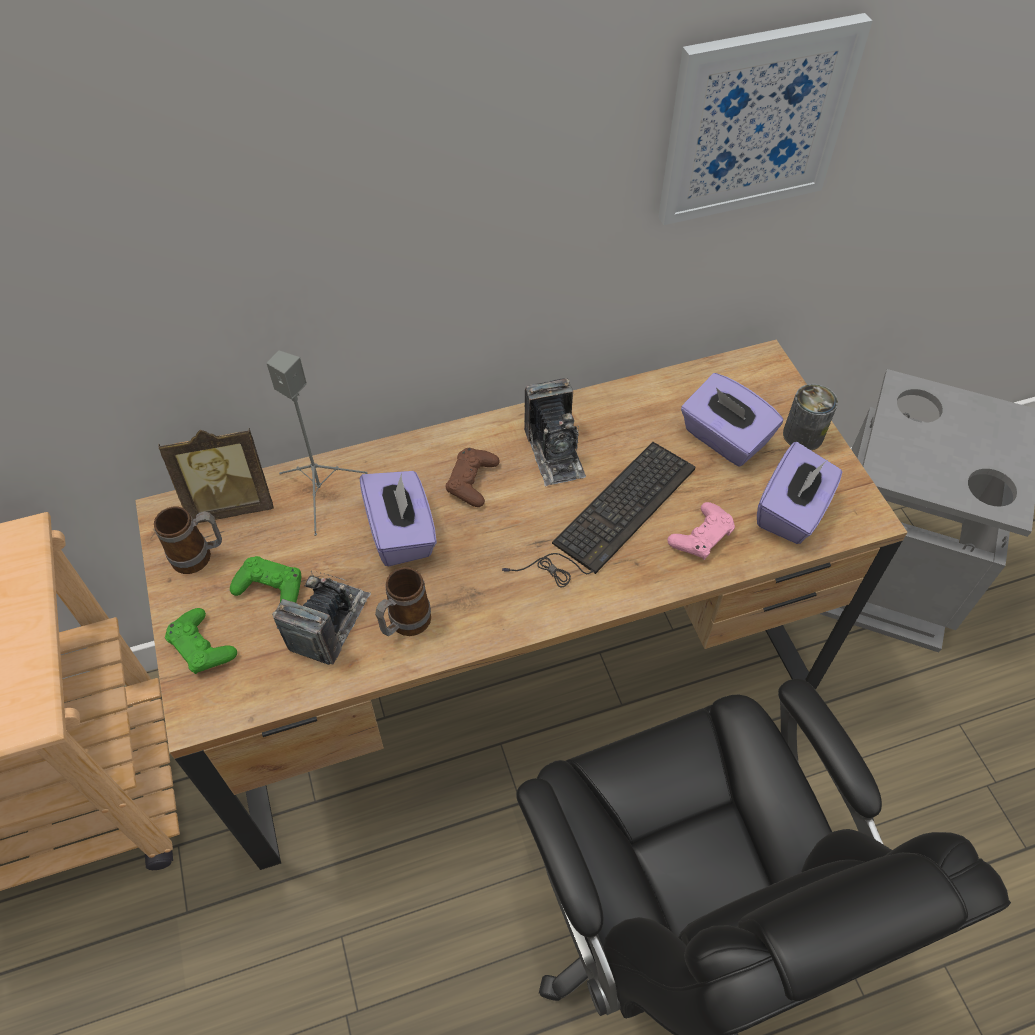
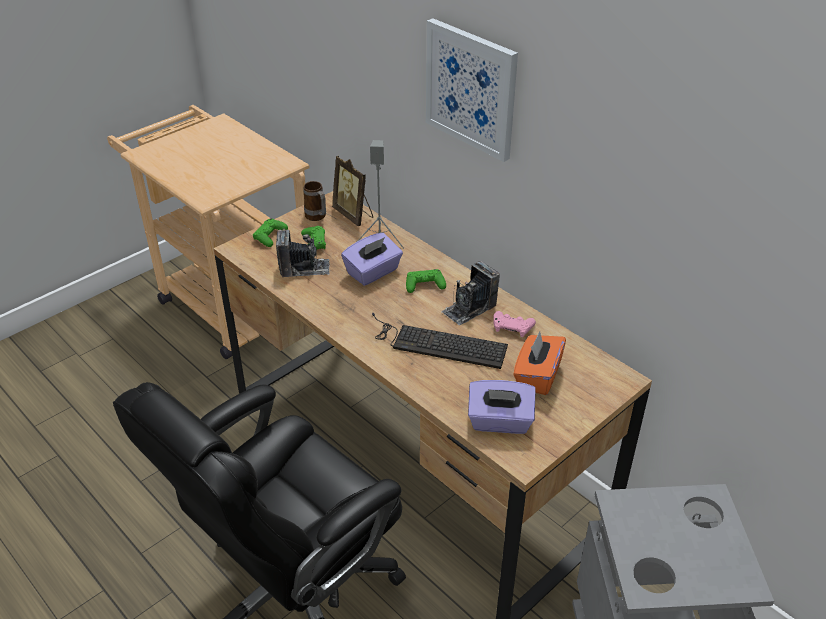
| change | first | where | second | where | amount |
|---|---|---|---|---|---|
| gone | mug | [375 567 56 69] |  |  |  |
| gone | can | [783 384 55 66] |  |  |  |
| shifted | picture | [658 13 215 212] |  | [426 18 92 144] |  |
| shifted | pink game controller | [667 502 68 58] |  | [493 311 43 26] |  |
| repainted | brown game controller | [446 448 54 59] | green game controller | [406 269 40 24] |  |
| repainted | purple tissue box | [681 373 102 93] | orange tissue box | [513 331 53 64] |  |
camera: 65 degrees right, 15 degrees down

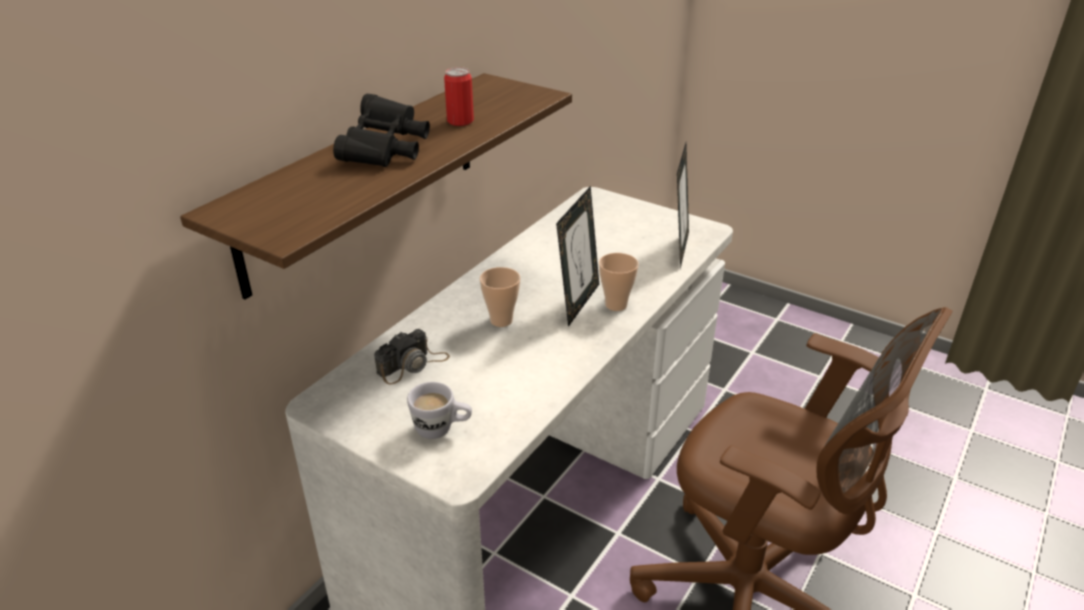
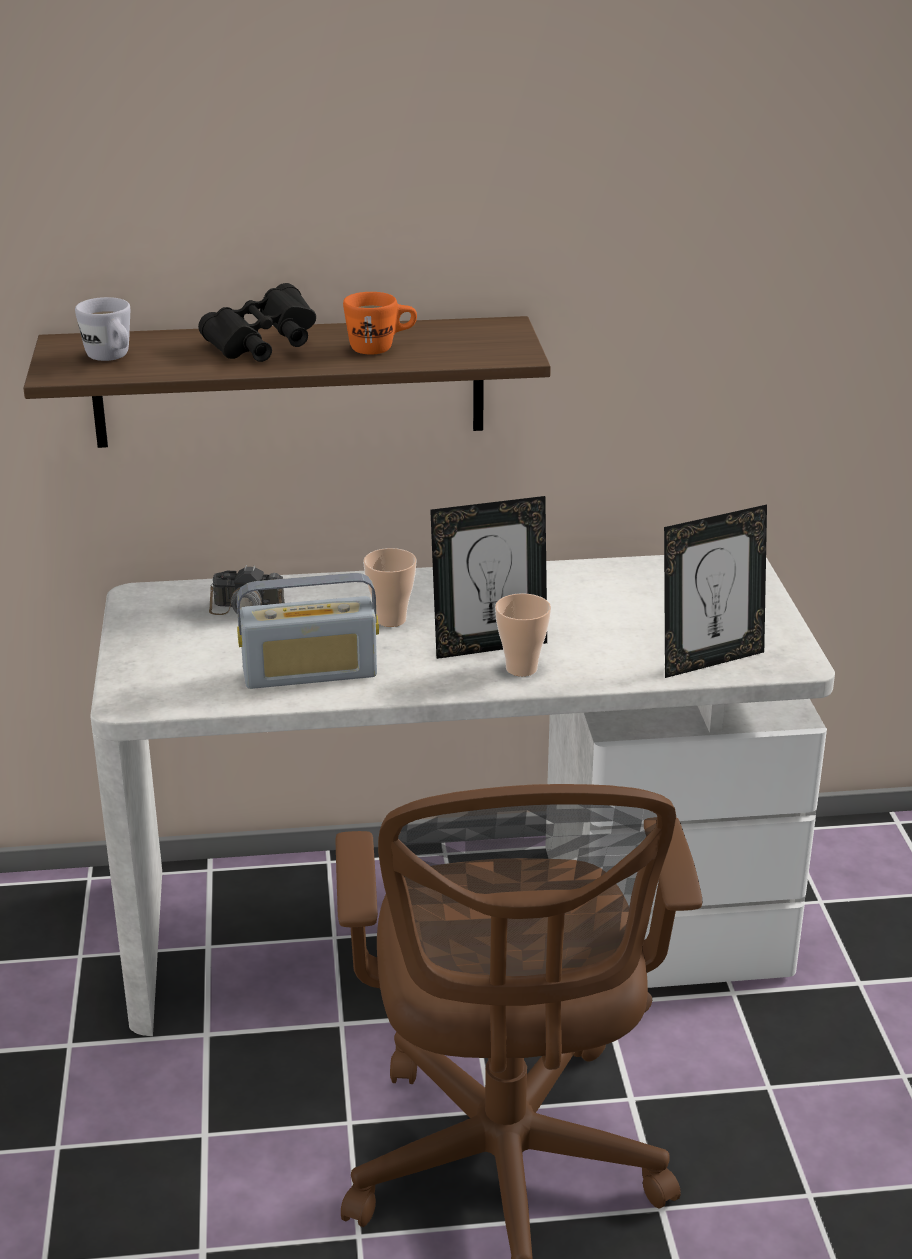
| change | first | where | second | where | amount |
|---|---|---|---|---|---|
| new |  |  | radio | [237 573 142 116] |  |
| shifted | white mug | [407 382 65 57] |  | [75 297 55 64] |  |
| swapped | can | [444 67 30 59] | orange mug | [343 292 74 63] |  |
camera: 50 degrees right, 5 degrees down

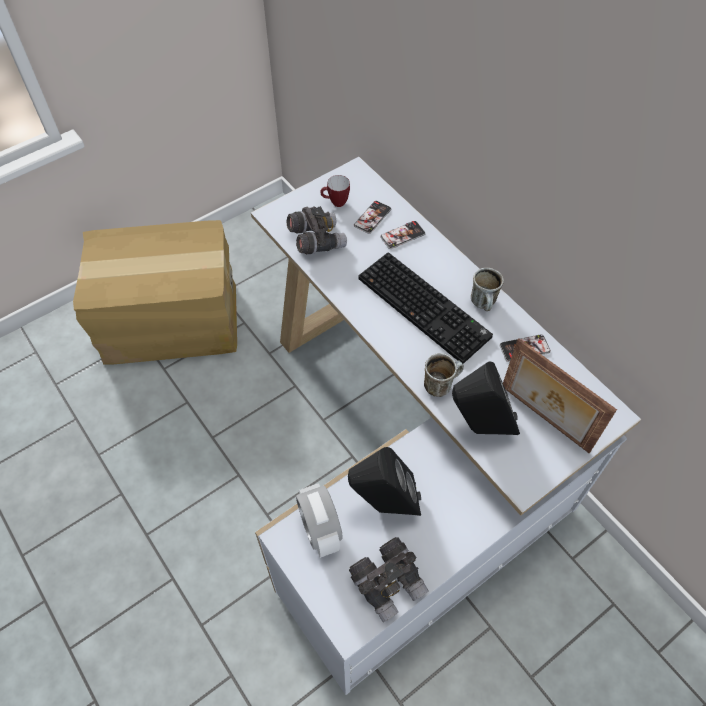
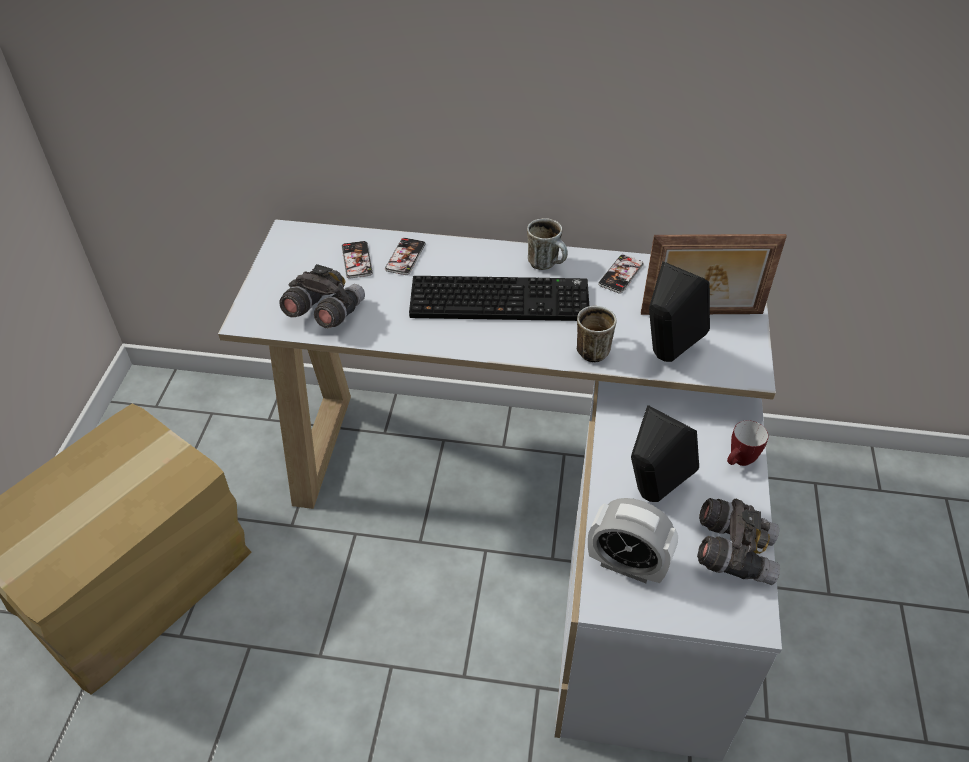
| change | first | where | second | where | amount |
|---|---|---|---|---|---|
| shifted | mug | [320 175 30 32] |  | [727 420 41 46] |  |
camera: 45 degrees left, 10 degrees down

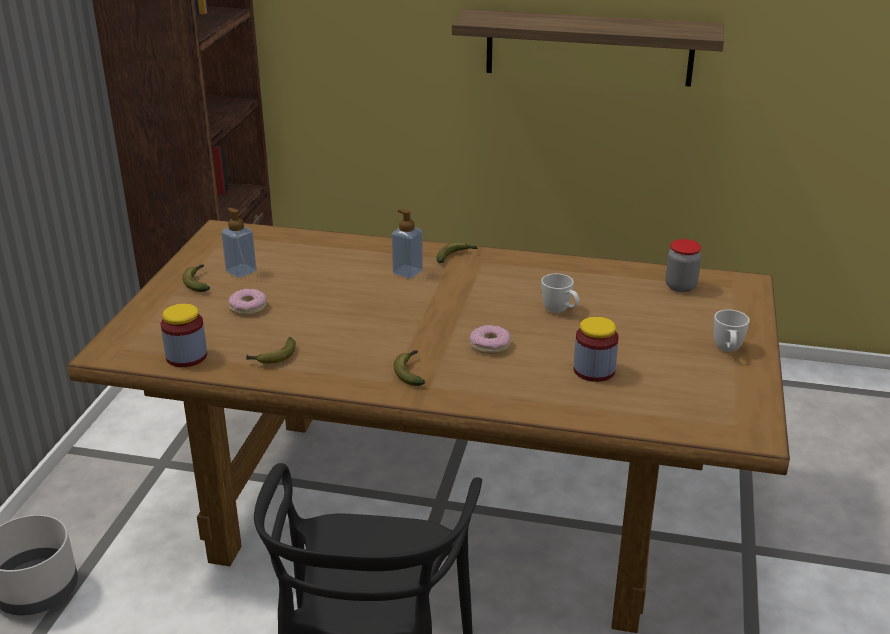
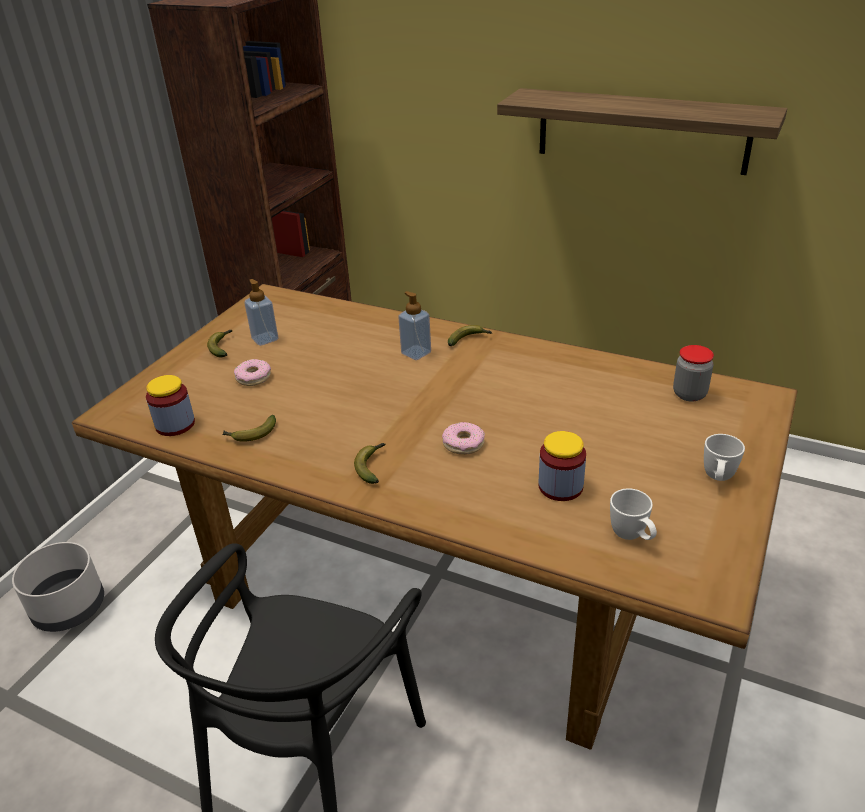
| change | first | where | second | where | amount |
|---|---|---|---|---|---|
| shifted | white mug | [541 273 38 40] |  | [610 488 47 52] |  |
camera: 15 degrees right, 5 degrees up

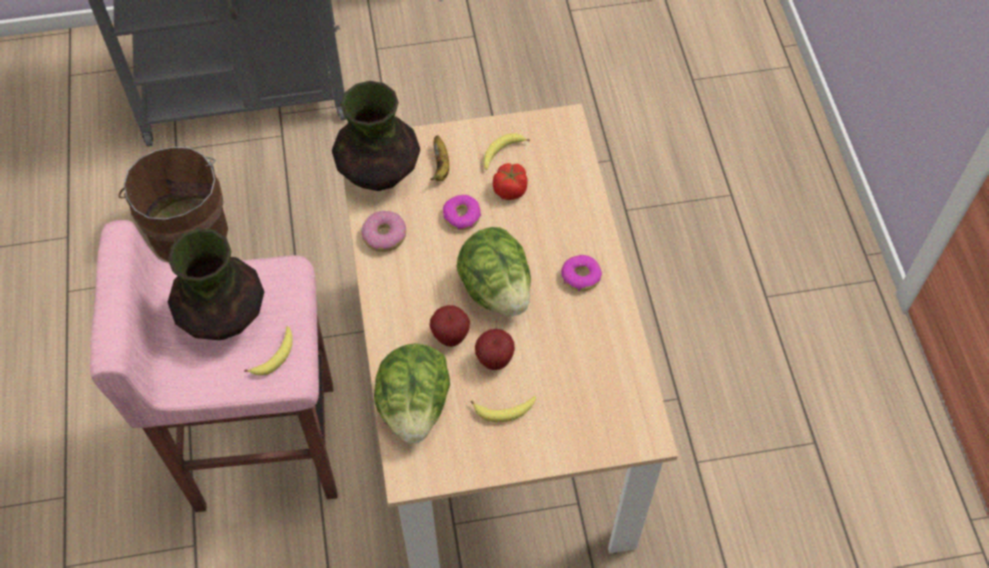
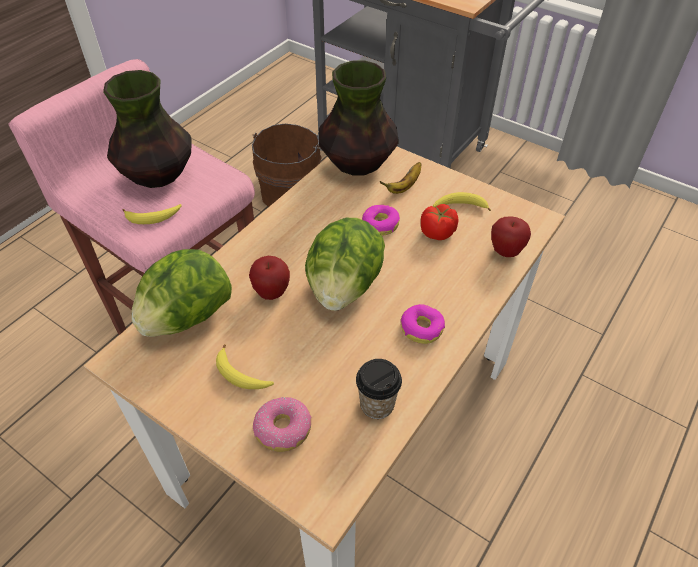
| change | first | where | second | where | amount |
|---|---|---|---|---|---|
| new |  |  | cup | [356 359 46 60] |  |
| shifted | donut | [362 211 44 41] |  | [253 397 59 55] |  |
| shifted | apple | [475 329 40 41] |  | [491 216 40 41] |  |
camera: 45 degrees right, 10 degrees down

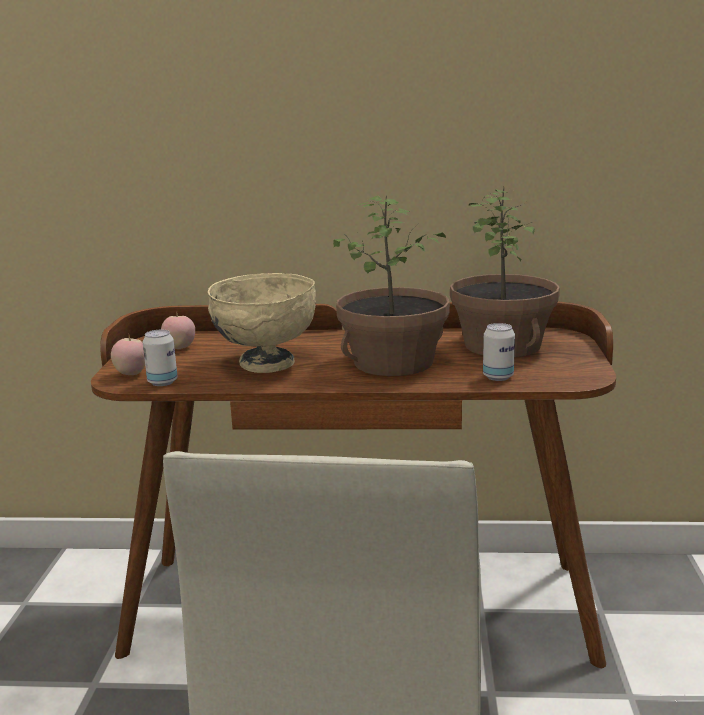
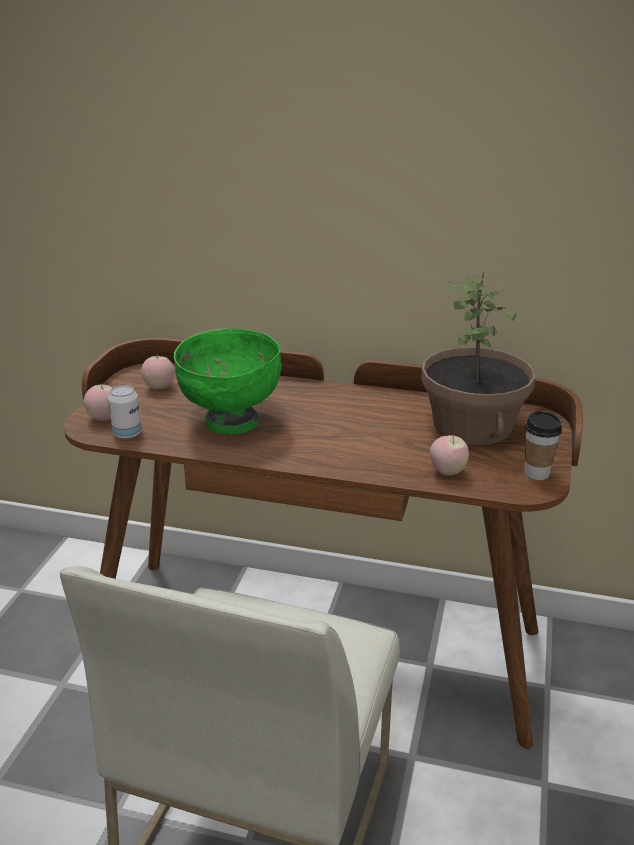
| change | first | where | second | where | amount |
|---|---|---|---|---|---|
| gone | potted plant | [333 195 117 181] |  |  |  |
| new |  |  | cup | [524 411 38 69] |  |
| swapped | can | [483 323 32 58] | apple | [430 435 39 41] |  |
| repainted | beige bowl | [208 273 108 100] | green bowl | [174 328 108 106] |  |
camera: 10 degrees right, 10 degrees up

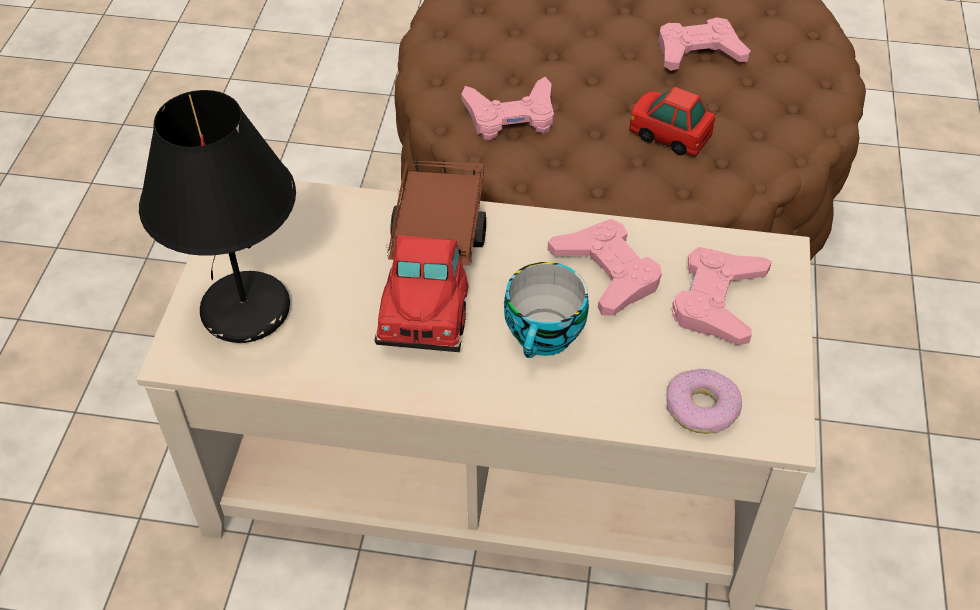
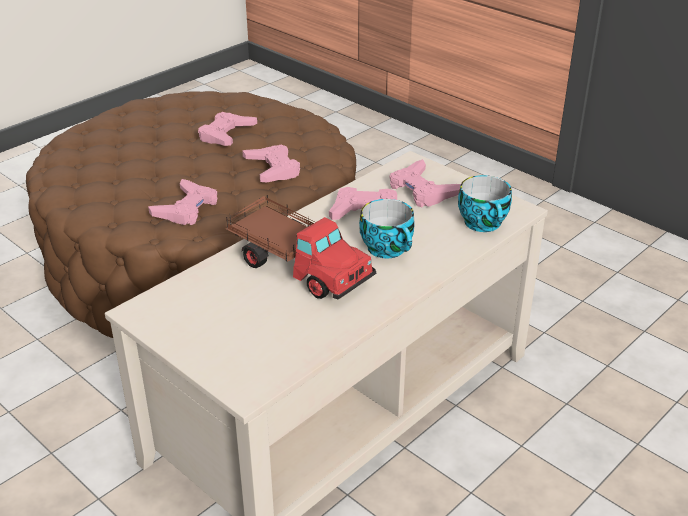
| change | first | where | second | where | amount |
|---|---|---|---|---|---|
| gone | black table lamp | [139 90 157 253] |  |  |  |
| swapped | toy car | [629 87 87 70] | pink game controller | [242 144 58 38] |  |
| swapped | donut | [666 369 76 65] | cup | [458 175 54 57] |  |
camera: 55 degrees left, 15 degrees down

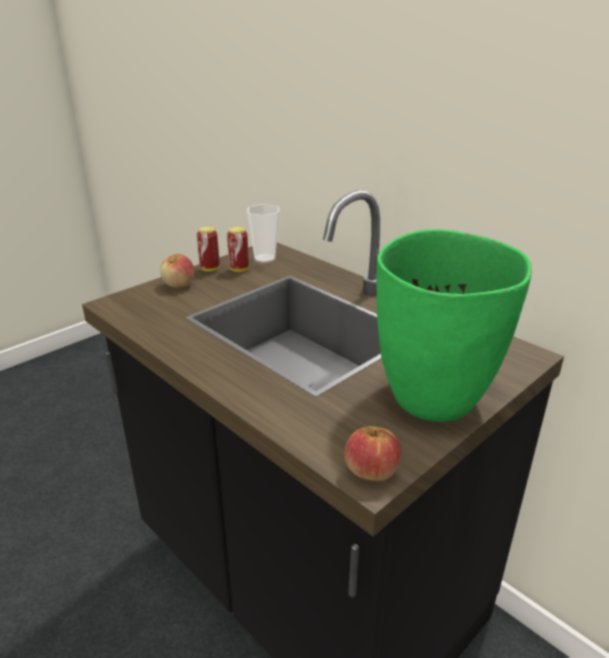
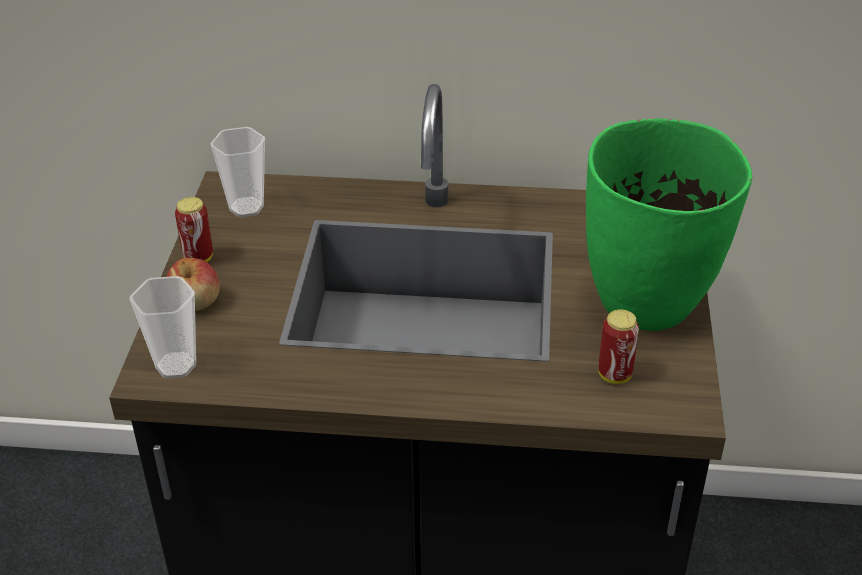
| change | first | where | second | where | amount |
|---|---|---|---|---|---|
| gone | apple | [345 426 56 55] |  |  |  |
| new |  |  | cup | [130 276 66 103] |  |
| shifted | can | [227 226 22 46] |  | [598 309 41 75] |  |
camera: 40 degrees left, 10 degrees up

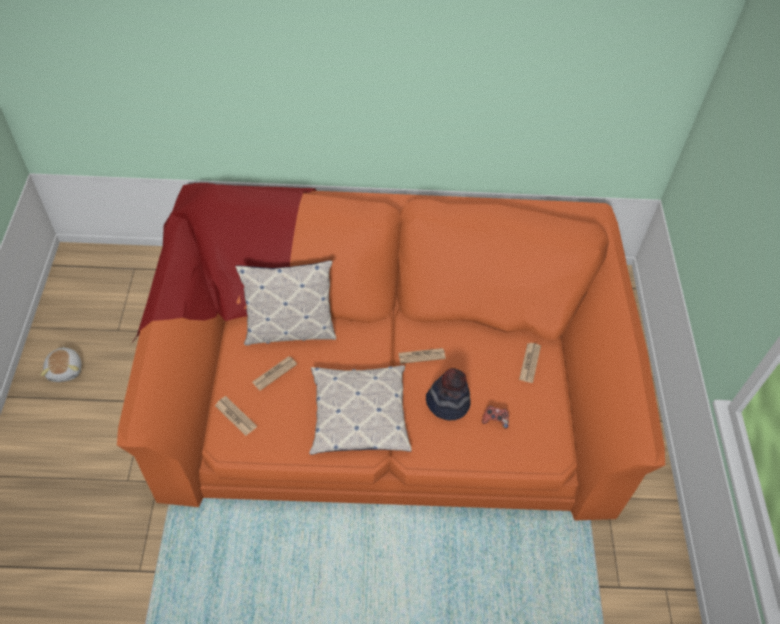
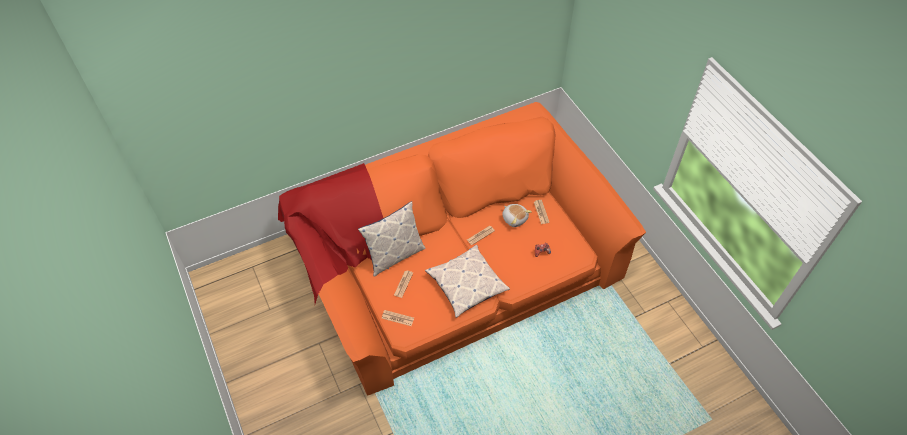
| change | first | where | second | where | amount |
|---|---|---|---|---|---|
| gone | hat | [426 368 45 53] |  |  |  |
| shifted | plush toy | [40 346 42 36] |  | [502 204 30 23] |  |
camera: 25 degrees left, 0 degrees up

